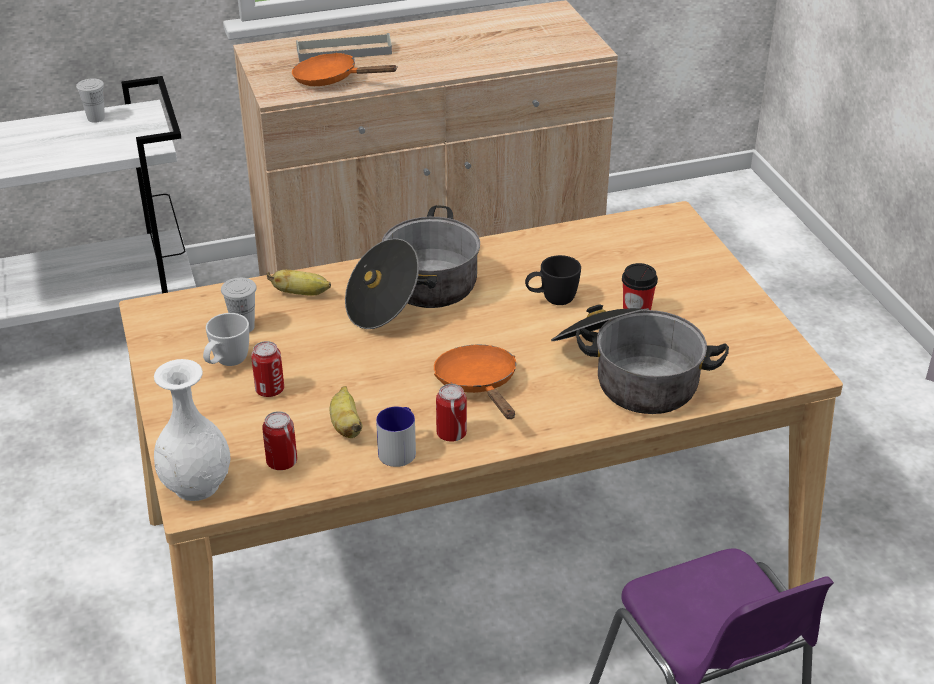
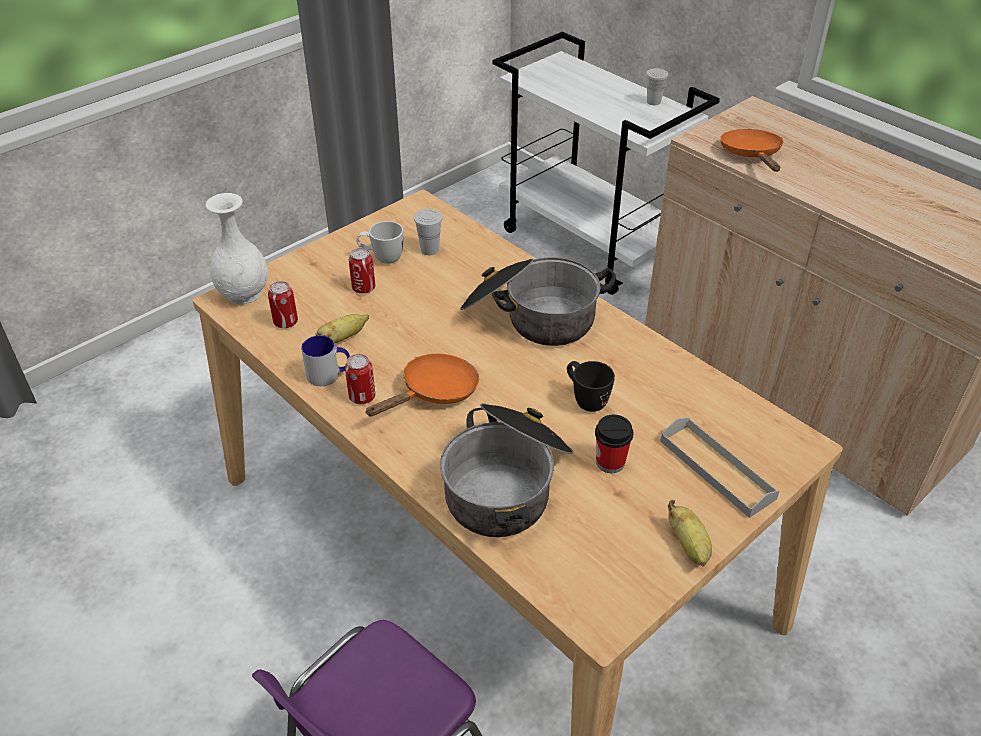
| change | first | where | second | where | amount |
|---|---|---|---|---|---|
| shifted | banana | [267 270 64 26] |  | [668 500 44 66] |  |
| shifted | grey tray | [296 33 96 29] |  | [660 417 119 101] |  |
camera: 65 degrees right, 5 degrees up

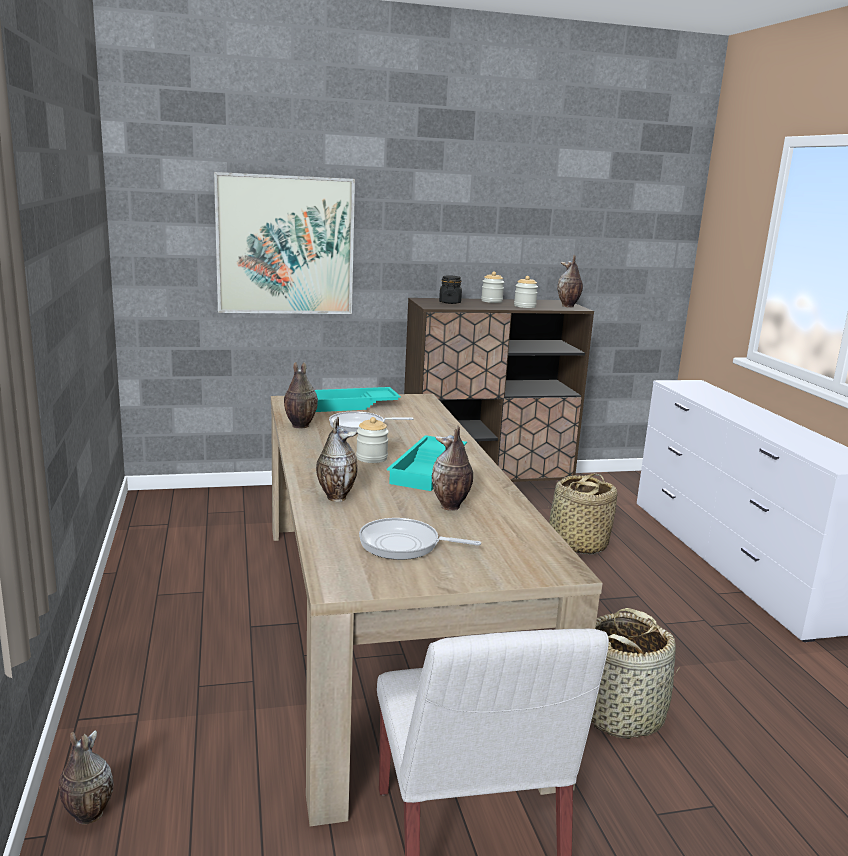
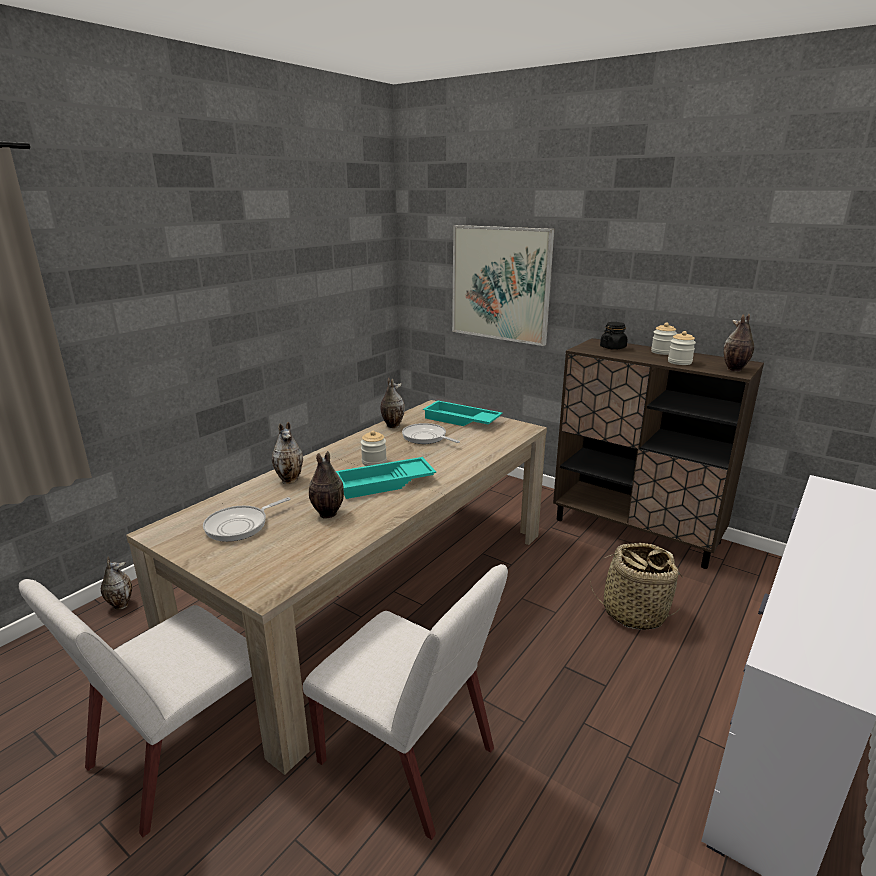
| change | first | where | second | where | amount |
|---|---|---|---|---|---|
| swapped | basket | [591 608 89 131] | white chair | [303 564 205 276] |  |
| rotated | frying pan | [359 518 122 42] |  | [203 497 87 45] | 105 degrees counterclockwise |
camera: 50 degrees right, 5 degrees up

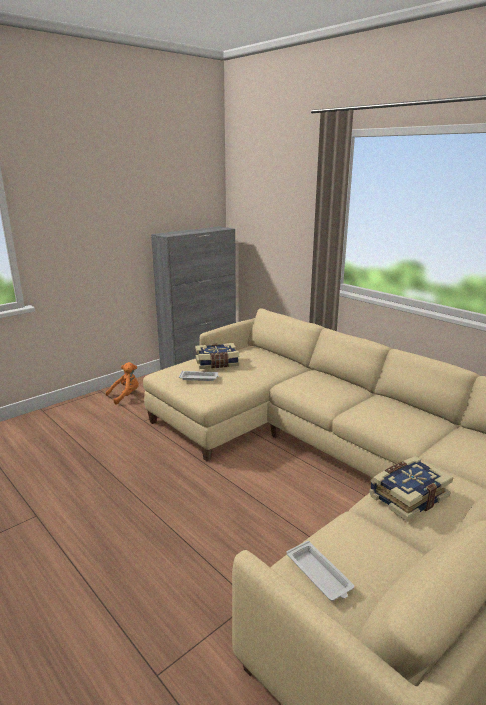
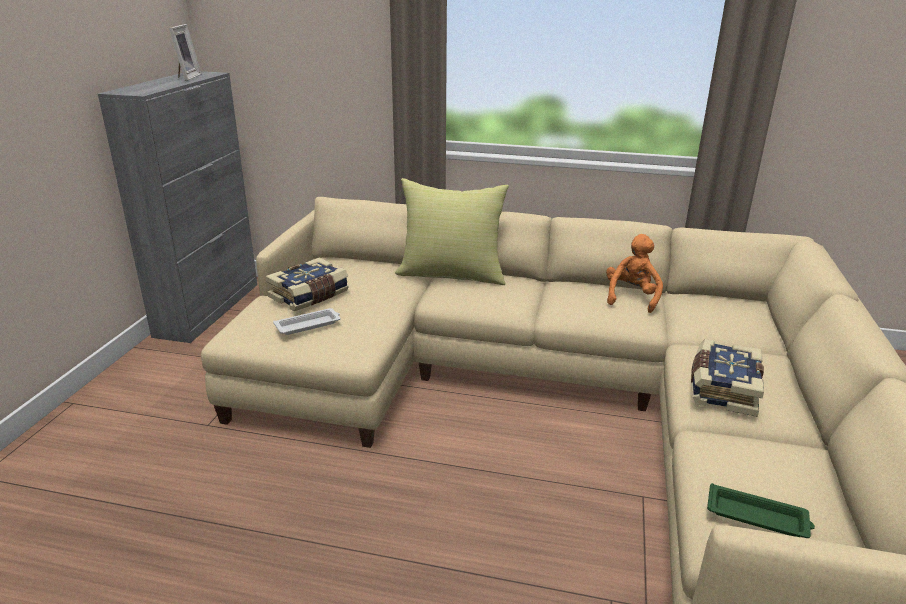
| change | first | where | second | where | amount |
|---|---|---|---|---|---|
| new |  |  | picture frame | [169 24 32 57] |  |
| new |  |  | yellow pillow | [395 178 114 107] |  |
| shifted | orange plush toy | [106 362 33 42] |  | [606 234 57 79] |  |
| repainted | white tray | [287 541 67 60] | green tray | [707 483 108 55] |  |
camera: 35 degrees left, 5 degrees up

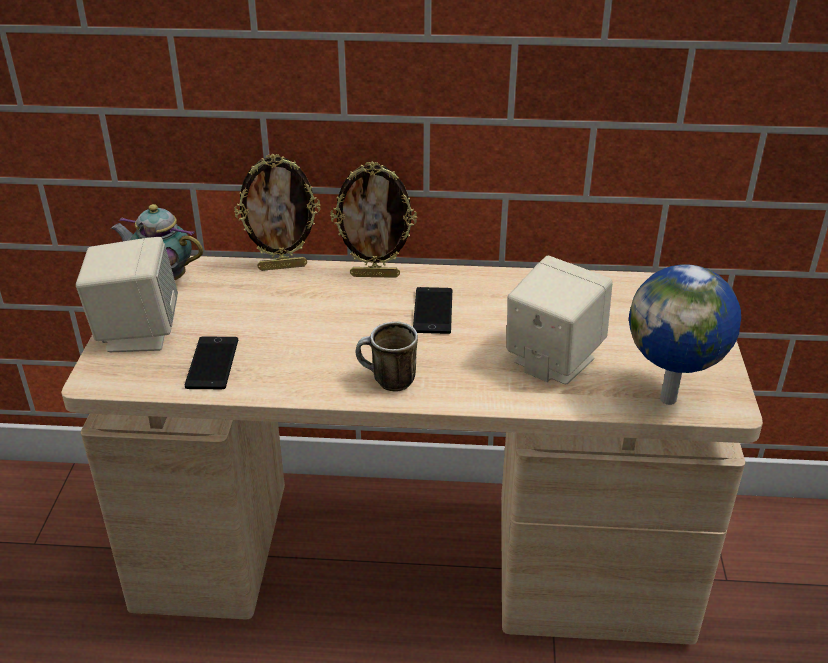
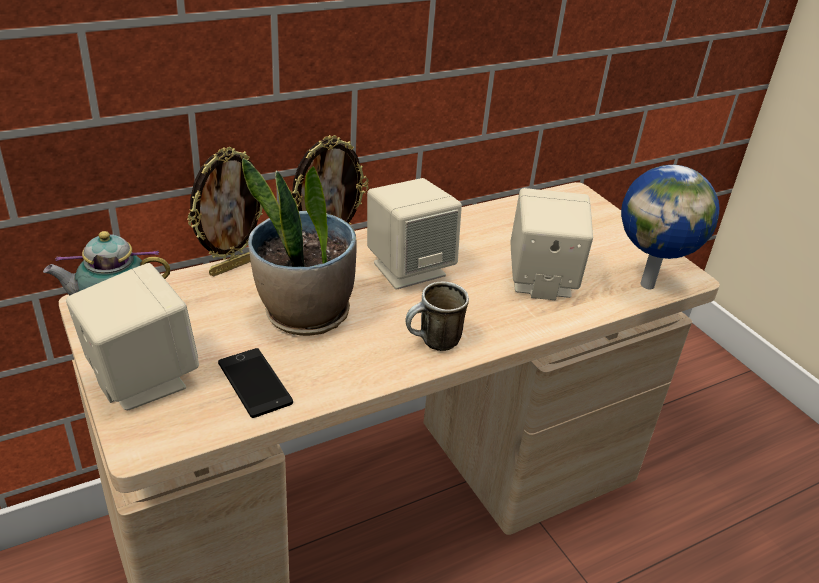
| change | first | where | second | where | amount |
|---|---|---|---|---|---|
| new |  |  | potted plant | [242 158 115 178] |  |
| swapped | phone | [413 287 39 47] | beige speaker | [367 178 95 111] |  |
camera: 35 degrees left, 0 degrees up

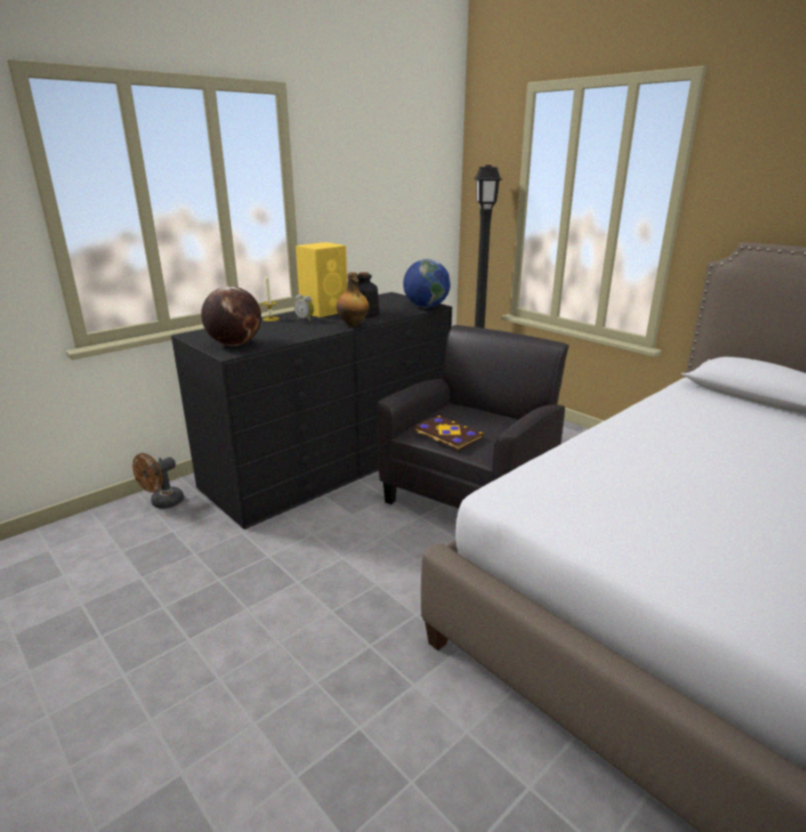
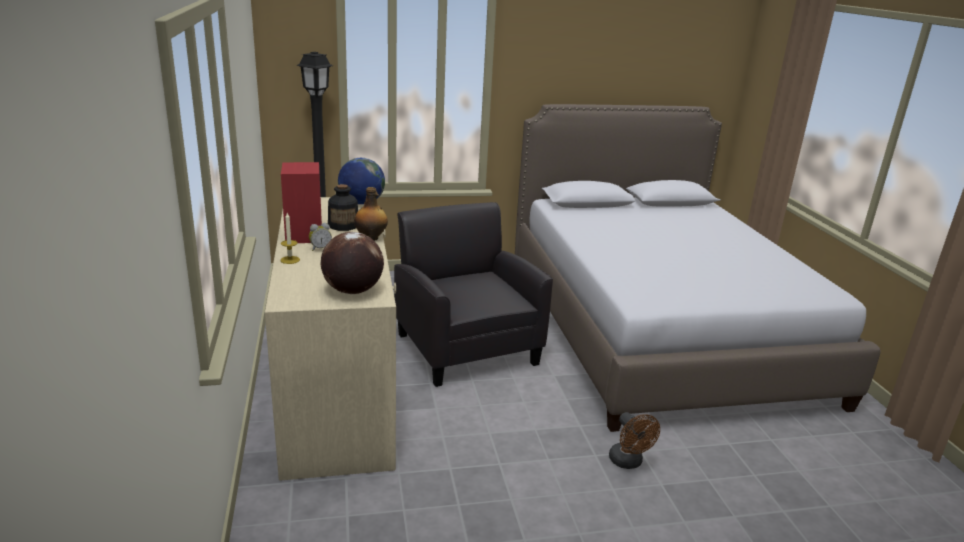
| change | first | where | second | where | amount |
|---|---|---|---|---|---|
| gone | book | [414 416 70 34] |  |  |  |
| shifted | brown fan | [132 453 52 56] |  | [609 412 51 57] |  |
| repainted | black dresser | [171 292 281 238] | beige dresser | [265 197 131 284] |  |
| repainted | yellow speaker | [296 242 51 76] | red speaker | [281 162 41 81] |  |
camera: 60 degrees left, 0 degrees up

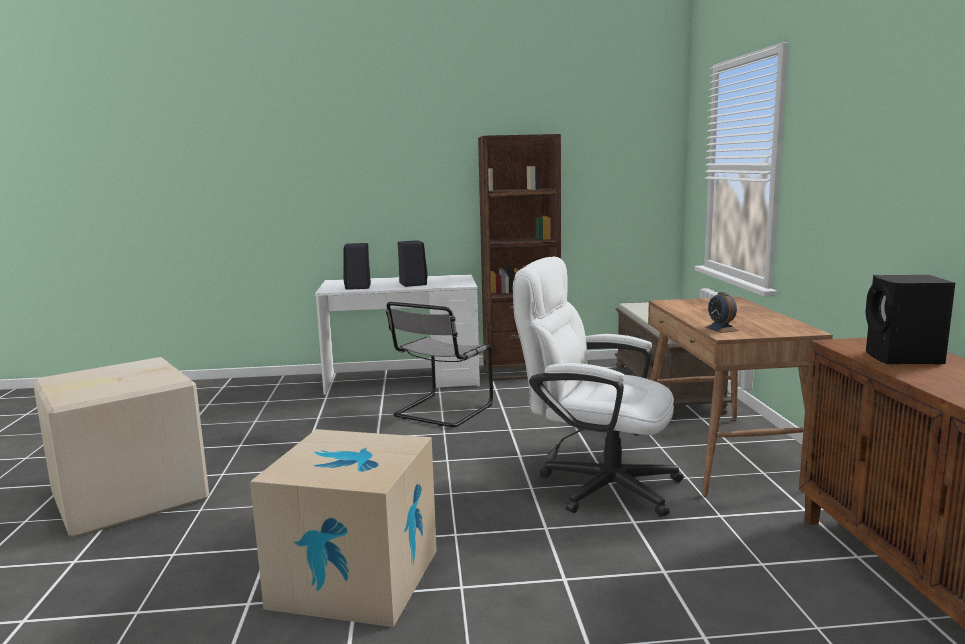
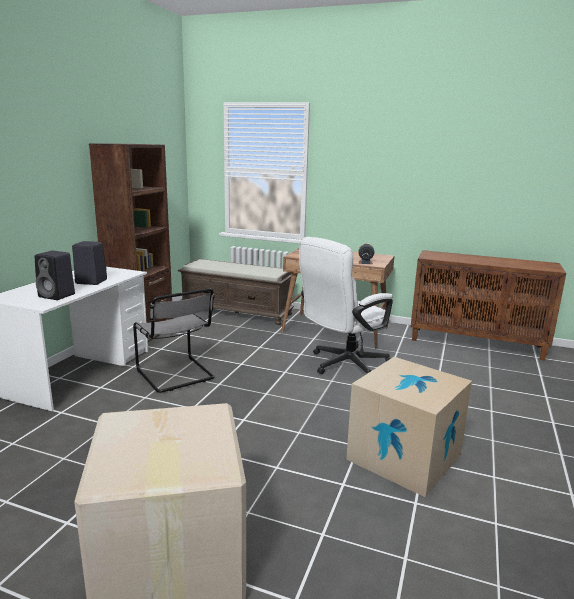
| change | first | where | second | where | amount |
|---|---|---|---|---|---|
| gone | black speaker | [865 275 90 90] |  |  |  |
camera: 65 degrees left, 5 degrees up

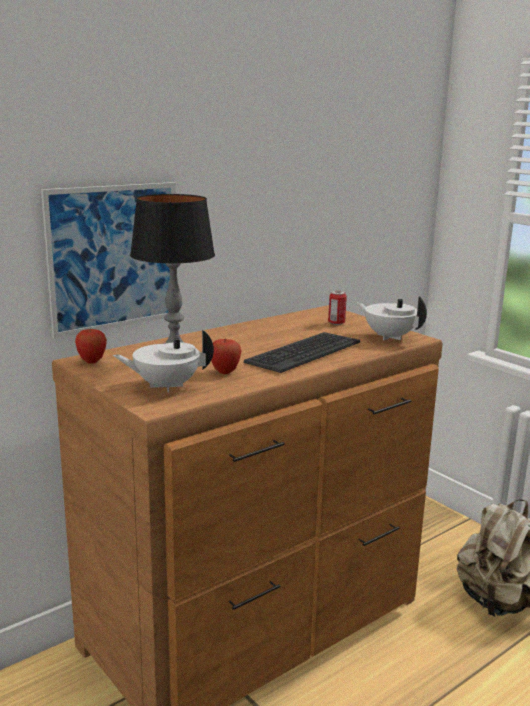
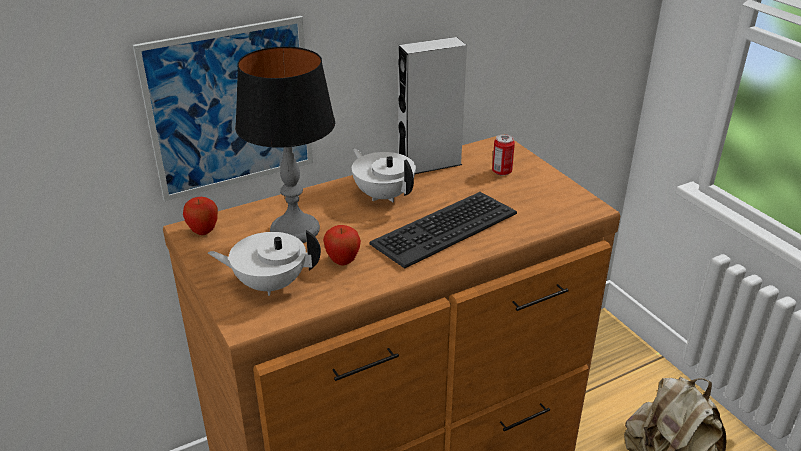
| change | first | where | second | where | amount |
|---|---|---|---|---|---|
| new |  |  | grey speaker | [398 37 69 137] |  |
| shifted | white teapot | [357 296 70 44] |  | [352 149 64 53] |  |
camera: 10 degrees right, 15 degrees up

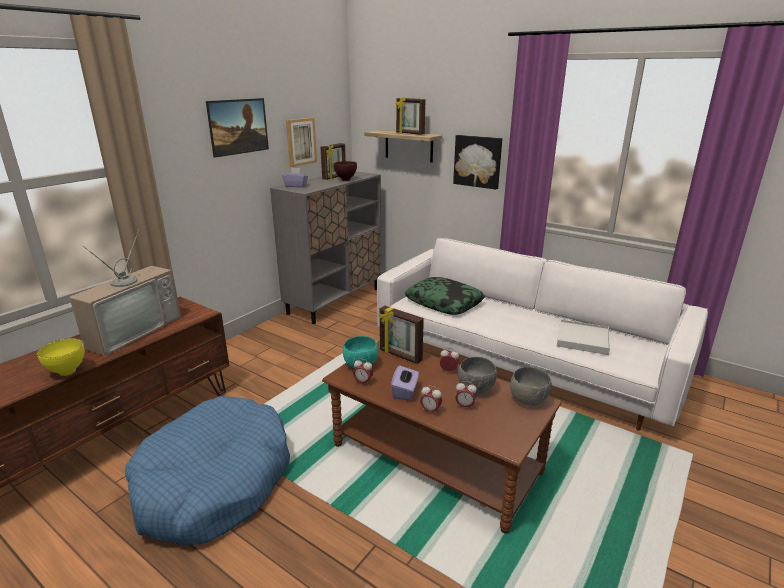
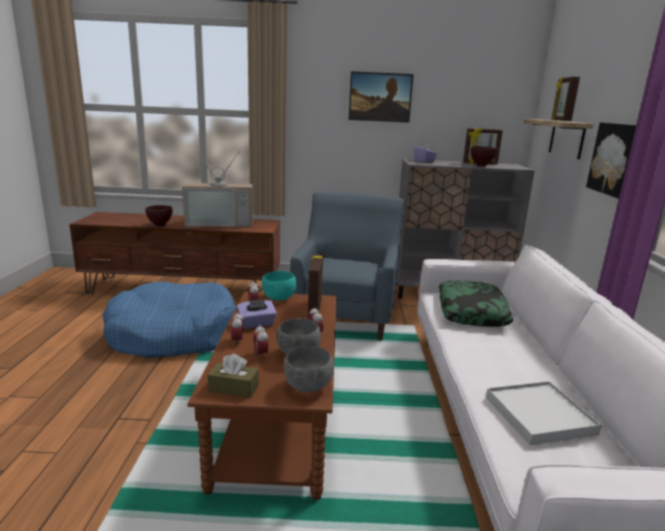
| change | first | where | second | where | amount |
|---|---|---|---|---|---|
| gone | picture | [286 118 31 49] |  |  |  |
| new |  |  | brown tissue box | [207 354 52 44] |  |
| new |  |  | blue armchair | [290 192 115 148] |  |
| repainted | yellow bowl | [37 338 48 38] | brown bowl | [145 205 27 22] |  |
camera: 55 degrees right, 5 degrees down

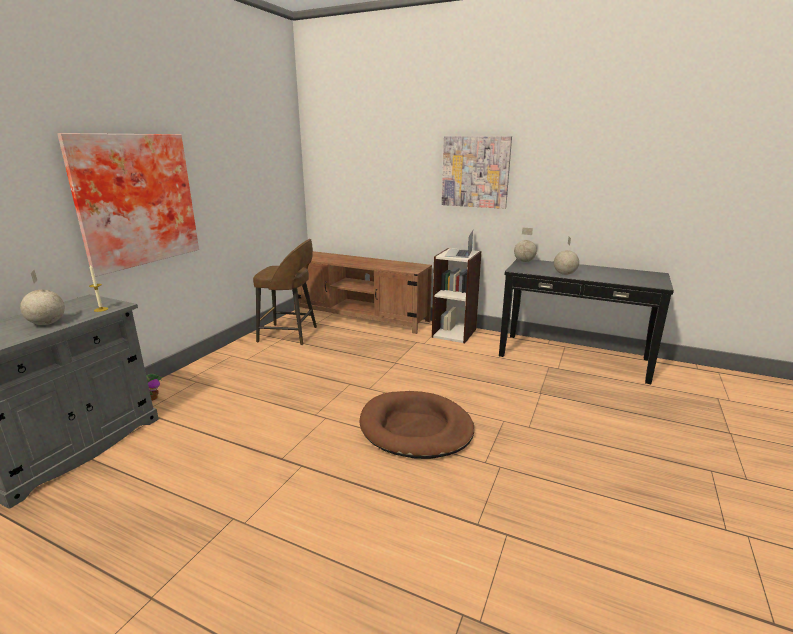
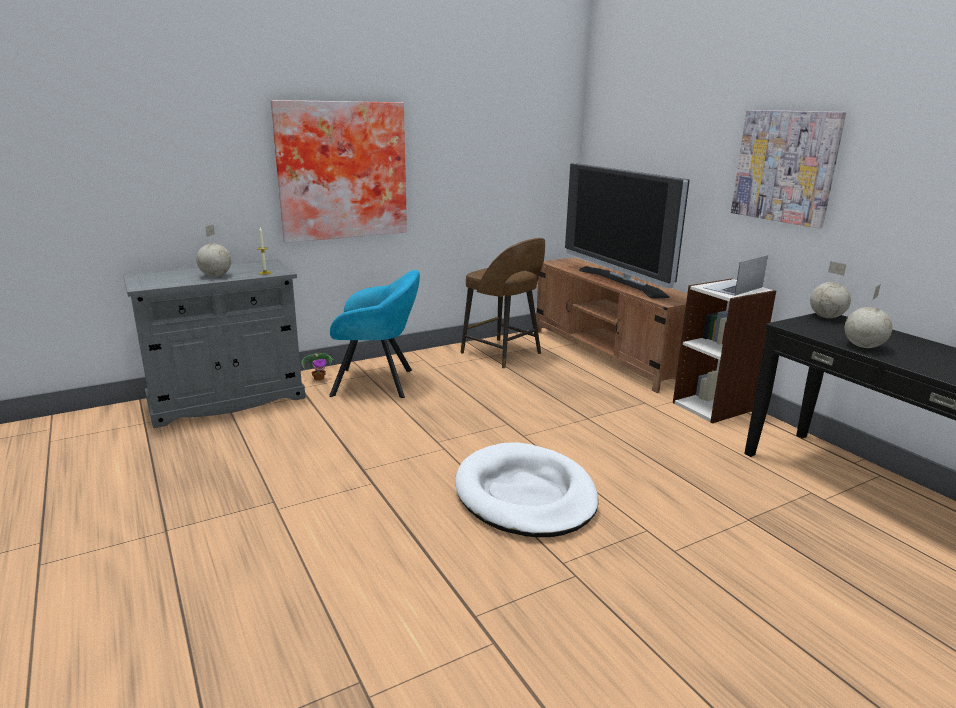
| change | first | where | second | where | amount |
|---|---|---|---|---|---|
| new |  |  | turquoise armchair | [329 270 91 128] |  |
| new |  |  | television | [565 163 125 135] |  |
| repainted | brown dog bed | [360 391 114 68] | white dog bed | [455 442 143 95] |  |
camera: 35 degrees right, 0 degrees up

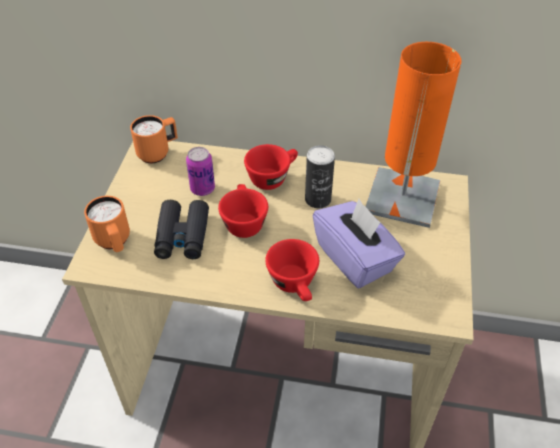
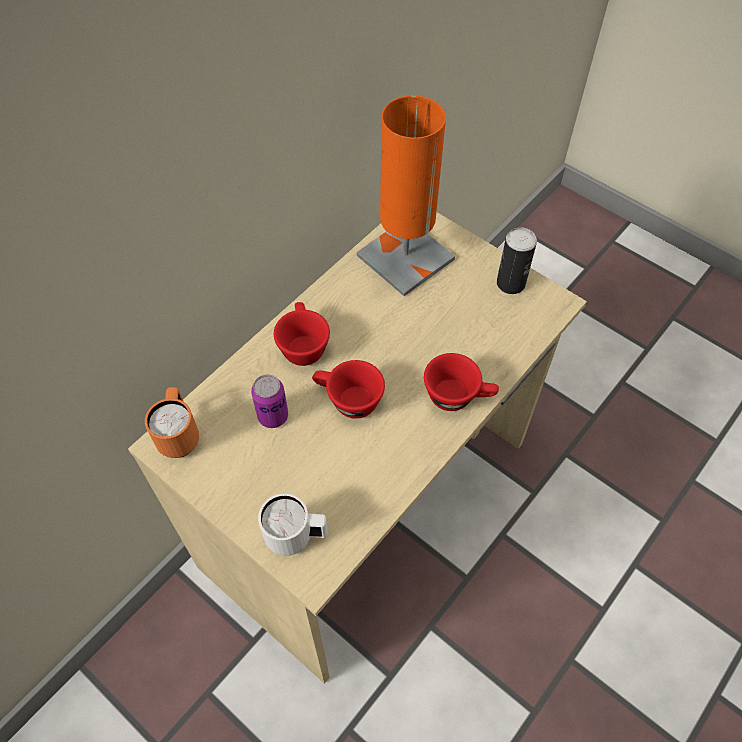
| change | first | where | second | where | amount |
|---|---|---|---|---|---|
| gone | black binoculars | [154 200 55 59] |  |  |  |
| gone | purple tissue box | [313 199 92 89] |  |  |  |
| shifted | can | [305 145 30 63] |  | [497 227 40 67] |  |
| repainted | orange mug | [84 196 46 56] | white mug | [258 493 70 63] |  |
camera: 60 degrees left, 10 degrees up

